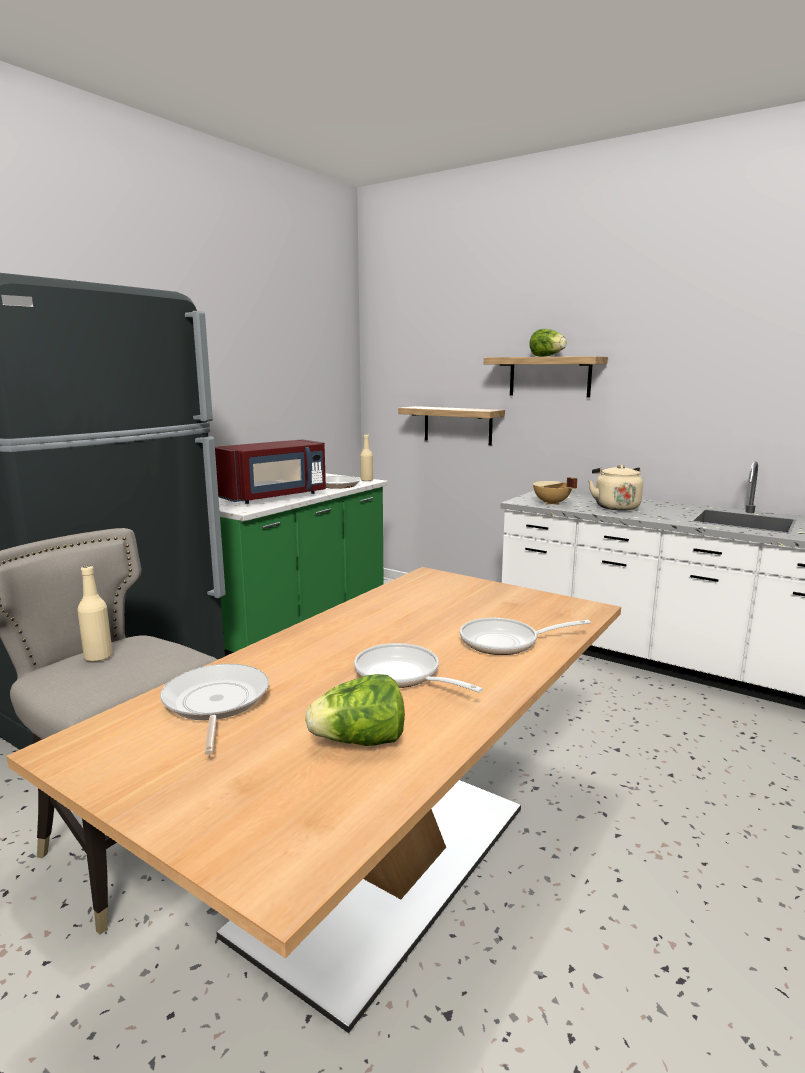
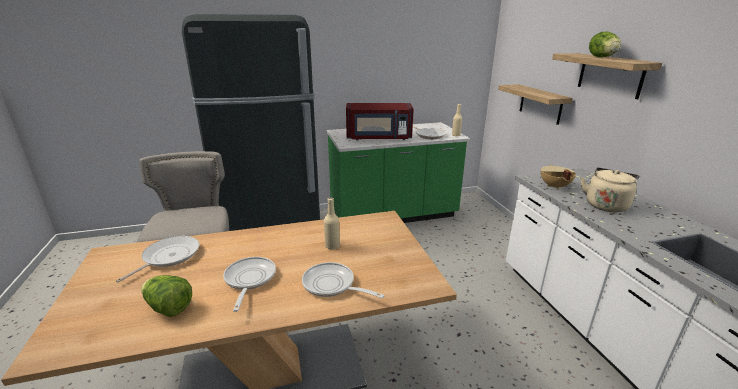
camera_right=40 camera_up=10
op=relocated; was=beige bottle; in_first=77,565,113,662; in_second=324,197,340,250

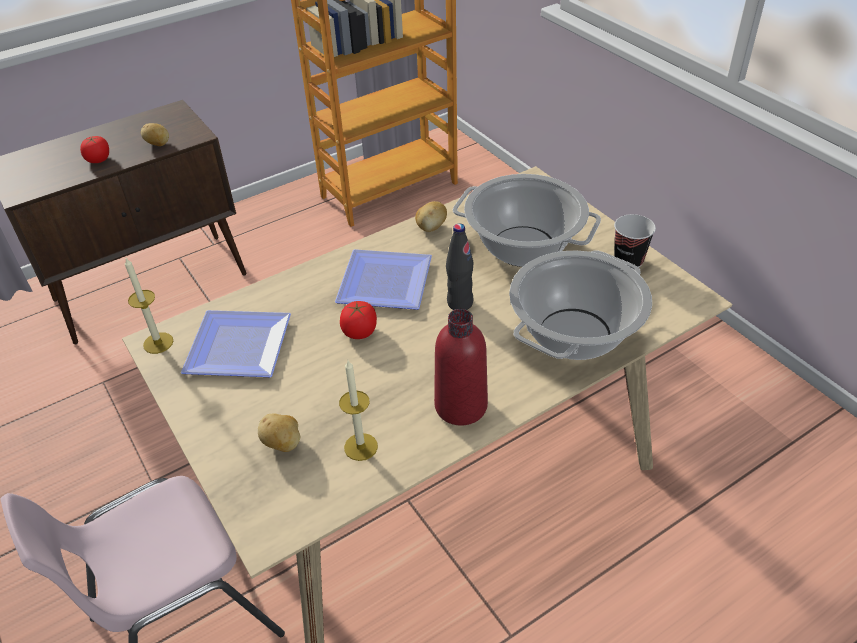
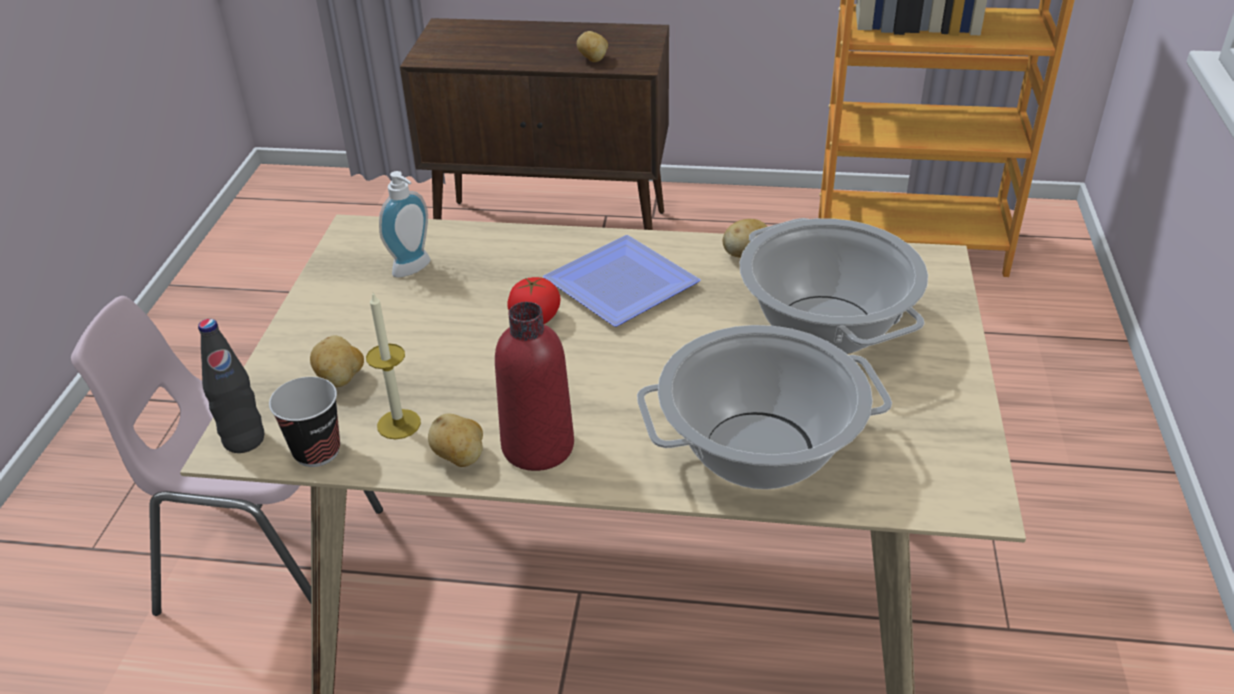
camera_right=40 camera_up=-5
op=missing; was=tomato; in_first=80,136,109,163
op=missing; was=candle; in_first=125,258,173,354
op=exchanged; was=plate; now=soap dispenser; in_first=181,310,291,377; in_second=379,171,431,277
op=relocated; was=black bottle; in_first=446,223,474,310; in_second=198,319,264,453
op=relocated; was=cup; in_first=614,214,656,267; in_second=269,377,340,467
op=appeared; now=potato; in_second=428,413,483,467

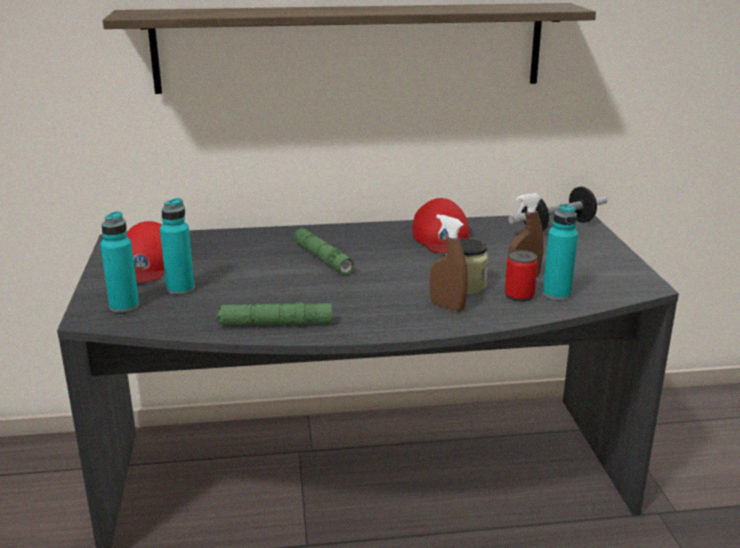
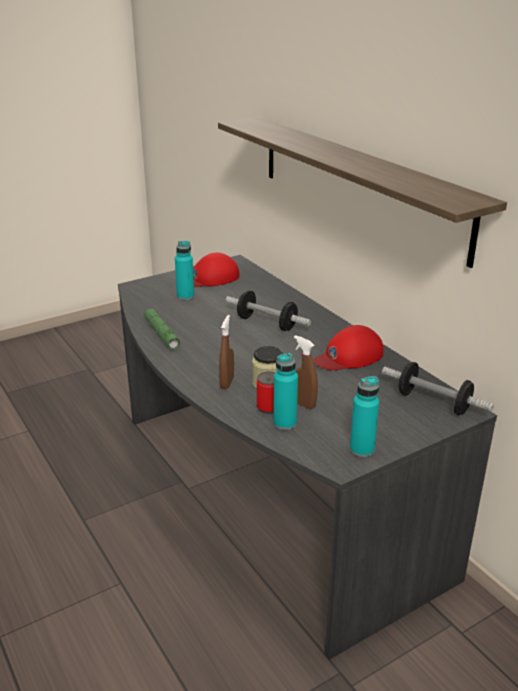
camera_right=65 camera_up=5
op=relocated; was=turquoise bottle; in_first=100,211,139,313; in_second=350,376,379,457
op=exchanged; was=green flashlight; now=dumbbell; in_first=292,228,354,275; in_second=226,290,311,331

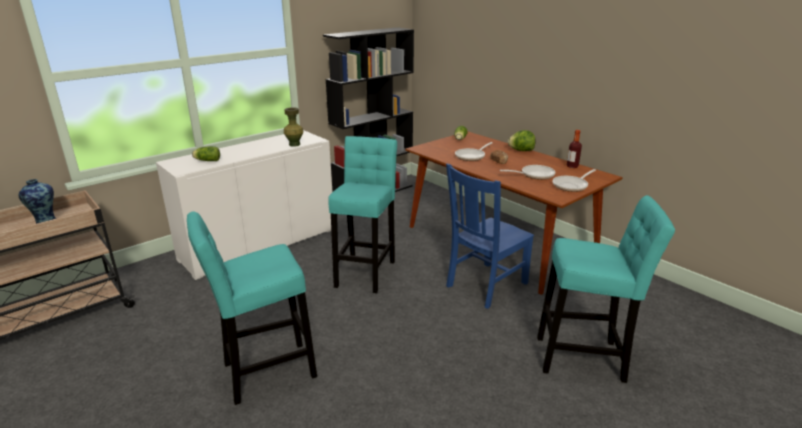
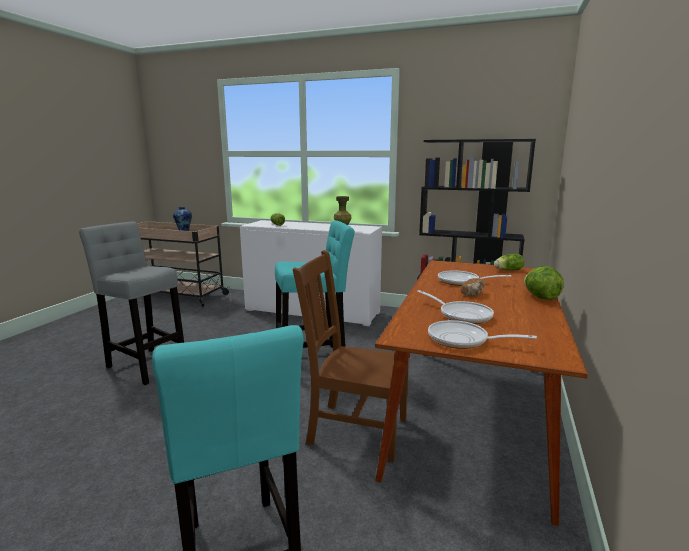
camera_right=60 camera_up=-10
op=colour; was=turquoise stool; now=grey stool; in_first=187,211,317,405; in_second=79,221,184,385
op=colour; was=blue chair; now=brown chair; in_first=446,164,534,309; in_second=293,250,409,463
op=missing; was=bottle; in_first=567,130,582,168

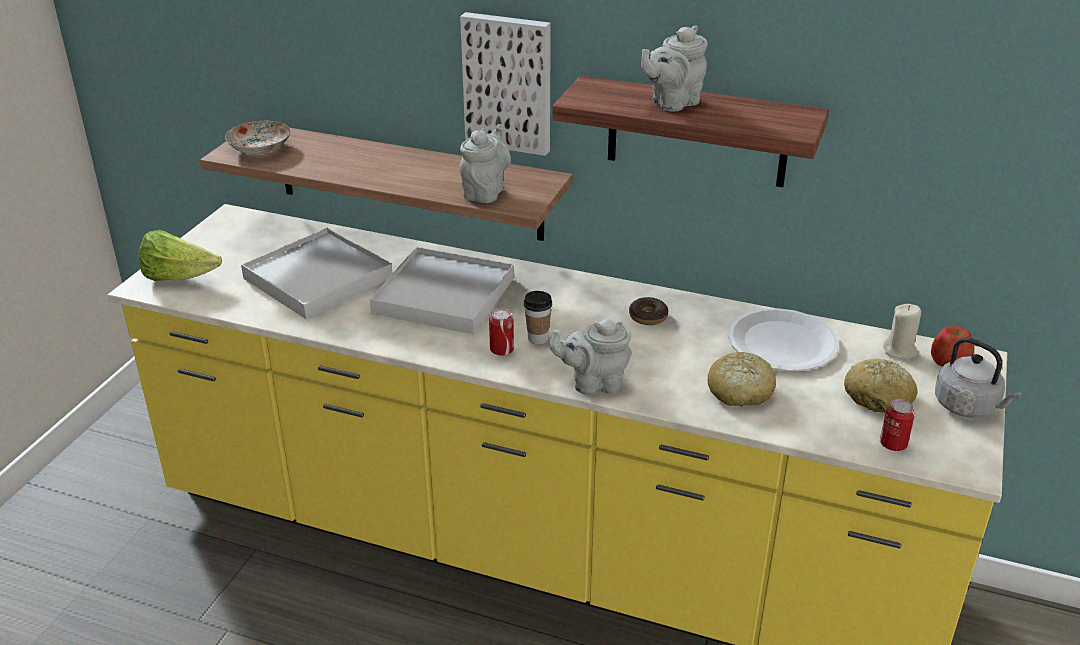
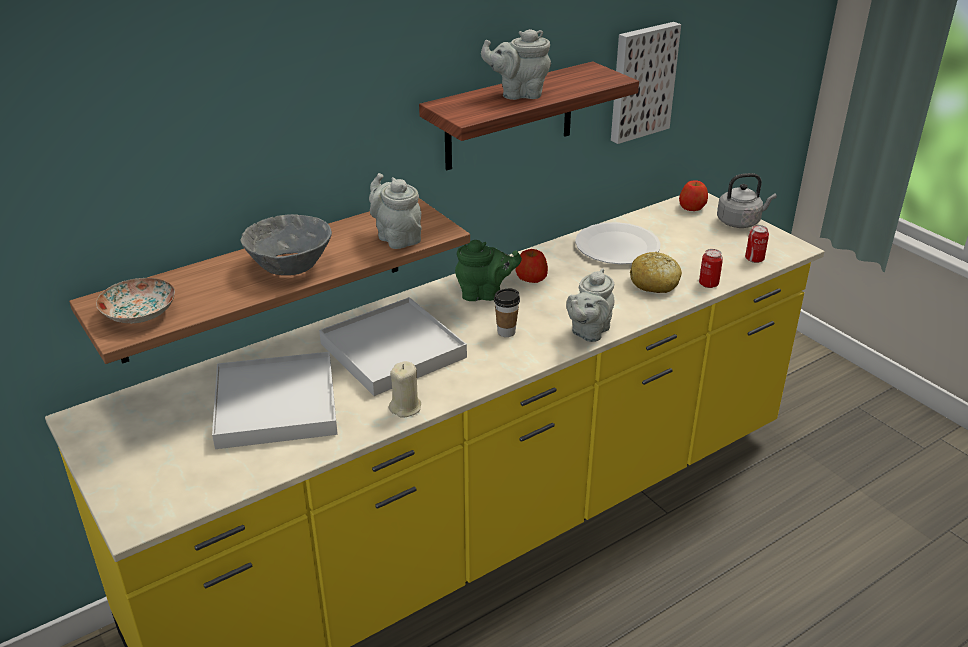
camera_right=-55 camera_up=0
op=missing; was=lettuce; in_first=139,230,222,281
op=relocated; was=picture; in_first=460,12,551,156; in_second=611,22,681,144
op=relocated; was=can; in_first=489,308,514,356; in_second=699,249,723,288
op=exchanged; was=donut; now=apple; in_first=629,297,668,325; in_second=515,249,548,283
op=spun; was=grey teapot; in_first=641,25,708,112; in_second=481,29,551,100; clockwise=90
op=missing; was=bread; in_first=844,358,917,413
op=relocated; was=beige candle; in_first=883,304,921,359; in_second=389,361,421,418
op=appeared; now=grey bowl; in_second=240,214,332,275
op=appeared; now=green teapot; in_second=455,240,522,301

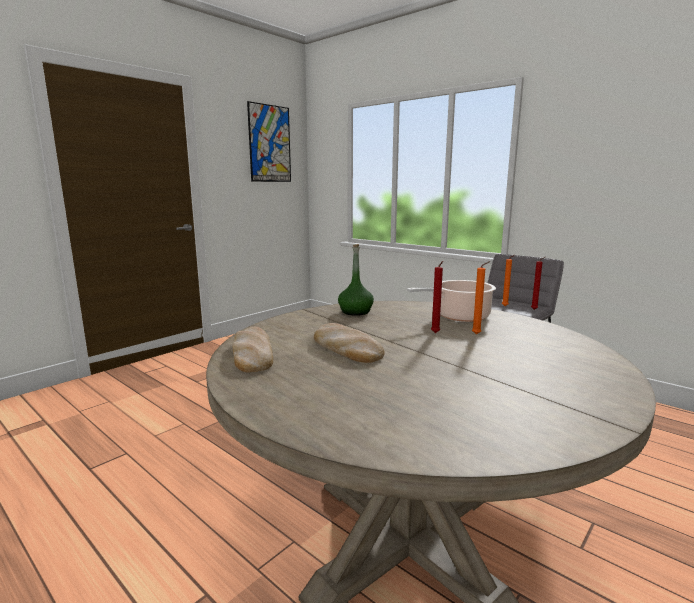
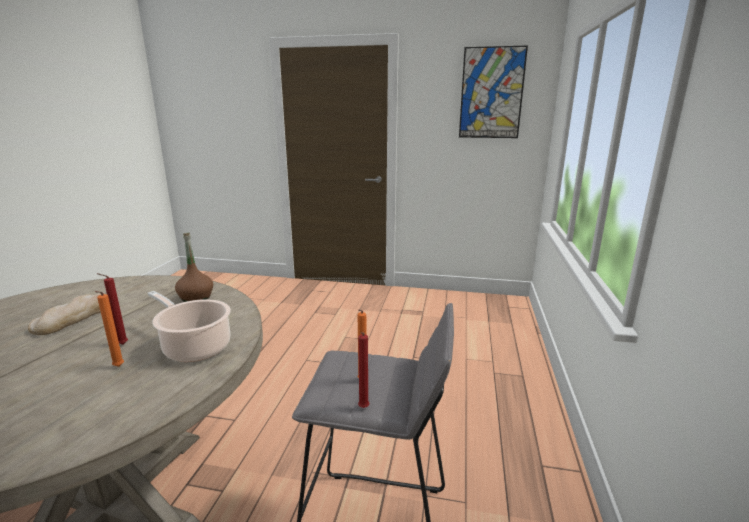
camera_right=60 camera_up=5
op=missing; was=bread; in_first=232,326,273,373
op=colour; was=green bottle; now=brown bottle; in_first=338,244,374,316; in_second=175,233,213,302

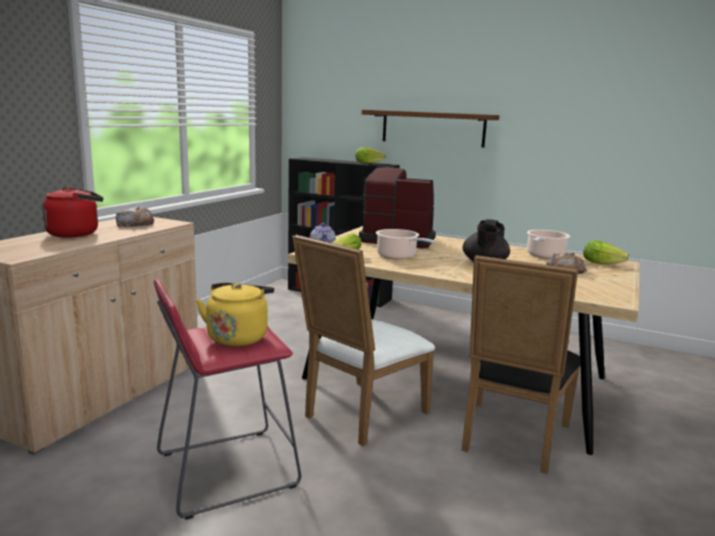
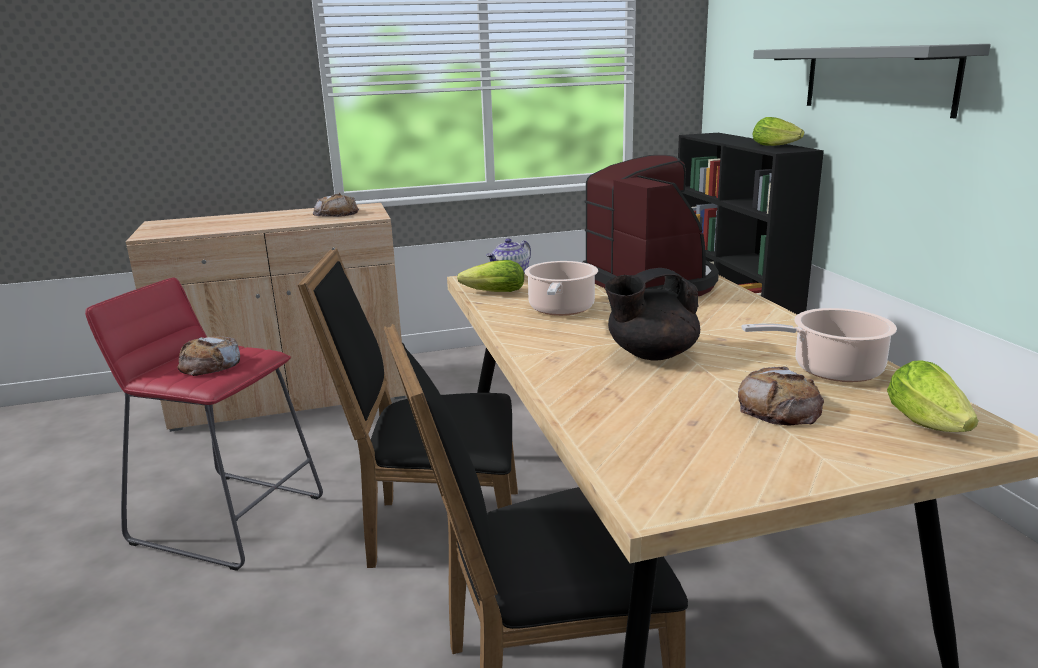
camera_right=50 camera_up=5
op=missing; was=red kettle; in_first=42,187,103,237
op=exchanged; was=yellow kettle; now=bread; in_first=196,282,274,347; in_second=178,336,240,376
op=colour; was=white chair; now=black chair; in_first=292,234,435,446; in_second=298,248,518,568
op=colour; was=brown shelf; now=grey shelf; in_first=362,110,499,148; in_second=753,44,991,119

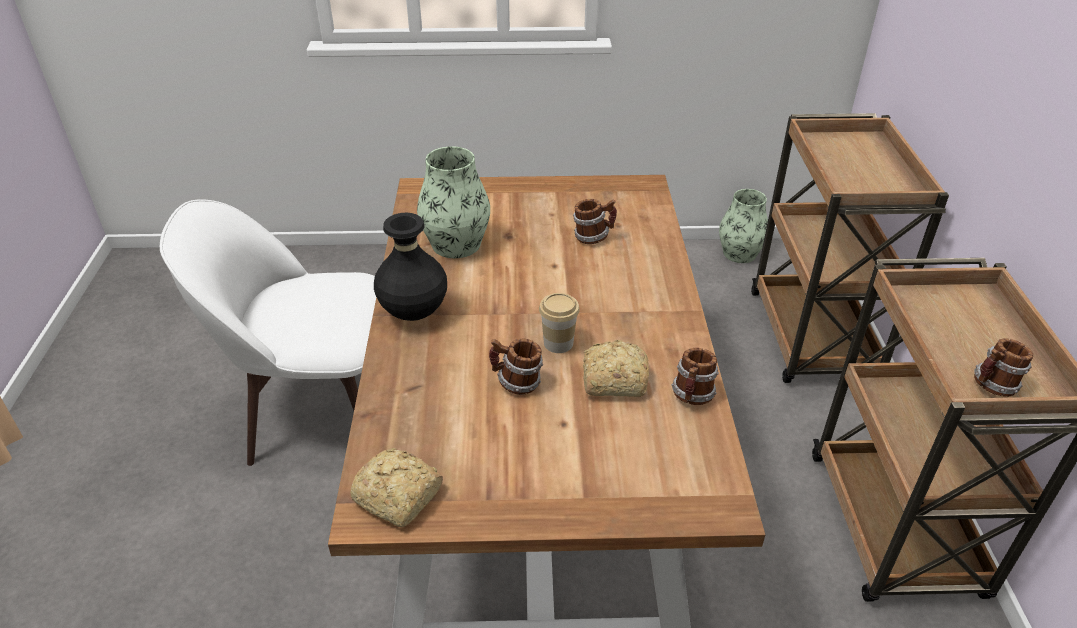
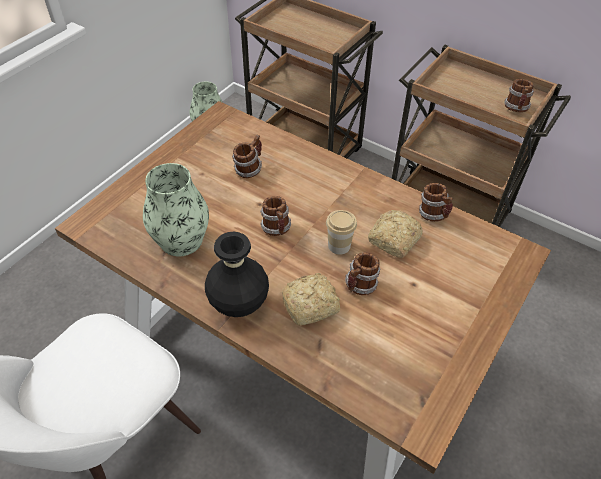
camera_right=-55 camera_up=10
op=relocated; was=bread; in_first=350,448,443,528; in_second=281,273,340,326
op=appeared; now=mug; in_second=260,196,291,236

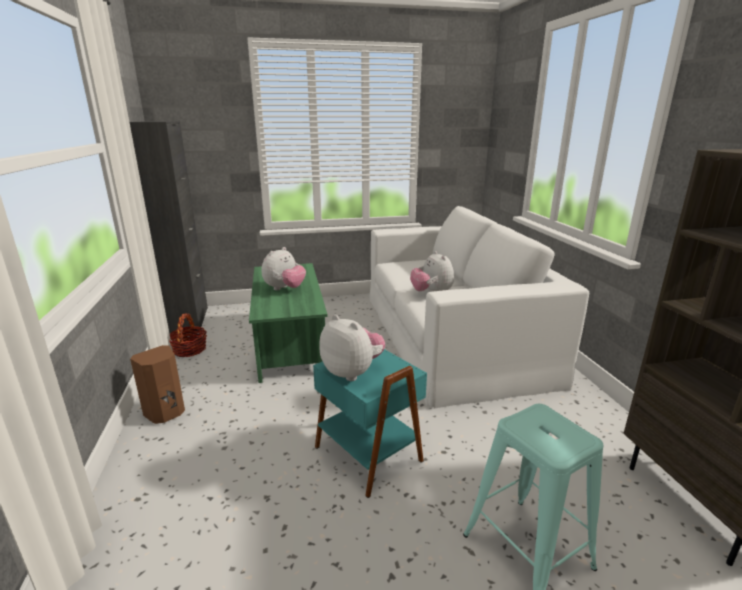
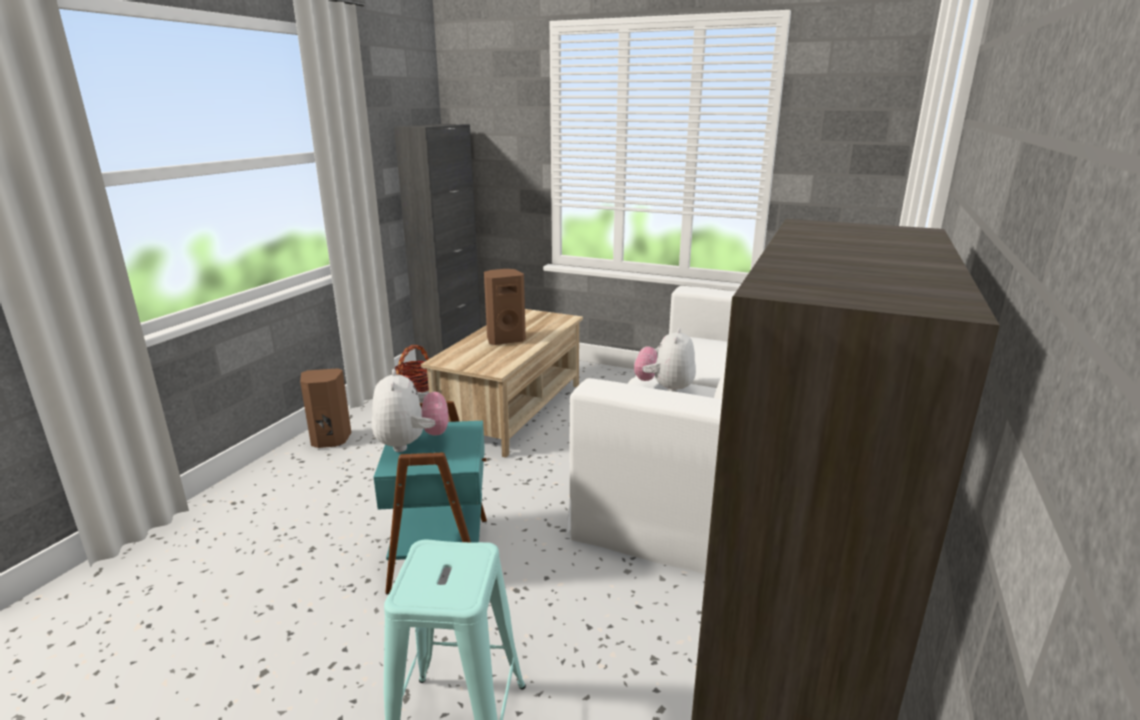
camera_right=35 camera_up=0
op=colour; was=green coffee table; now=beige coffee table; in_first=249,263,327,383; in_second=421,309,583,458
op=exchanged; was=plush toy; now=brown speaker; in_first=262,247,306,290; in_second=484,269,526,345

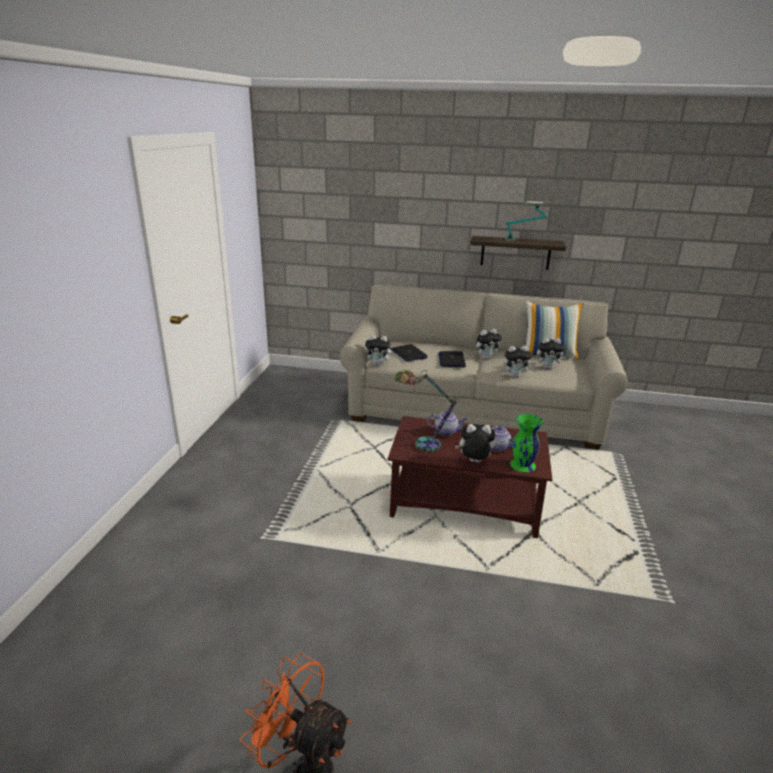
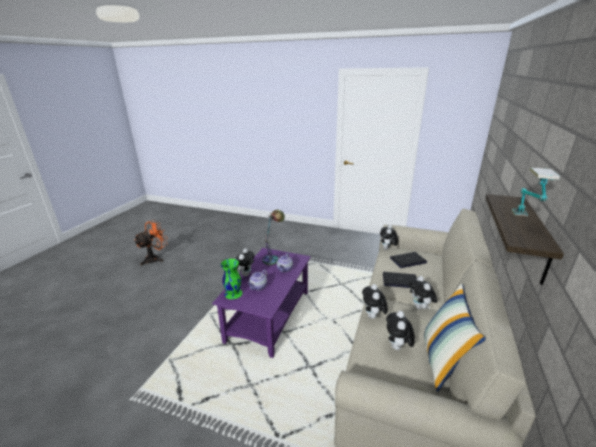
camera_right=100 camera_up=0
op=colour; was=brown coffee table; now=purple coffee table; in_first=387,416,552,538; in_second=212,248,311,358

